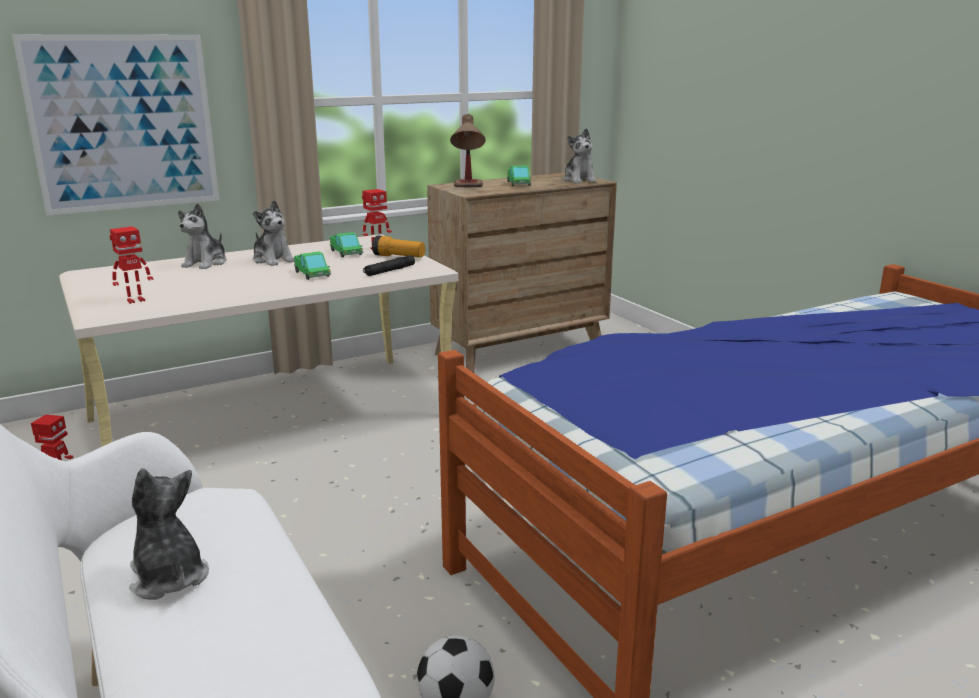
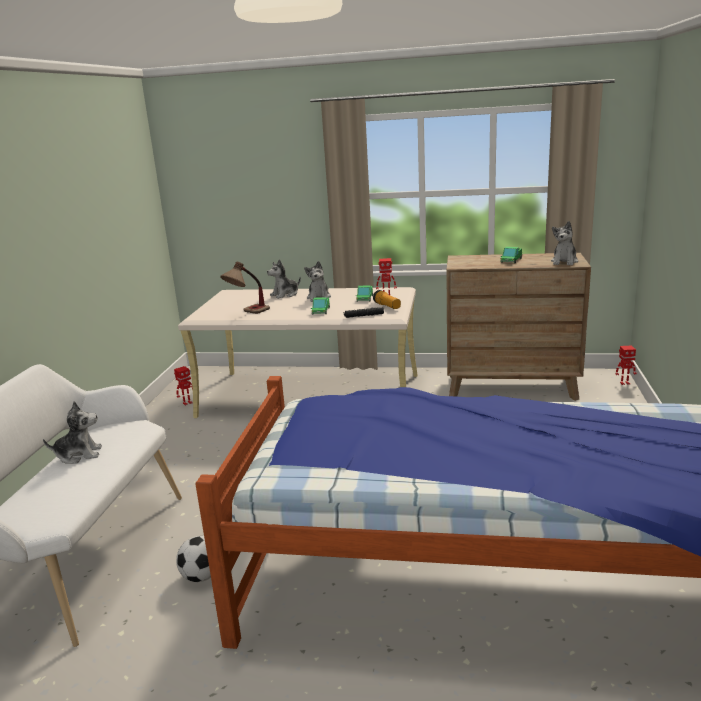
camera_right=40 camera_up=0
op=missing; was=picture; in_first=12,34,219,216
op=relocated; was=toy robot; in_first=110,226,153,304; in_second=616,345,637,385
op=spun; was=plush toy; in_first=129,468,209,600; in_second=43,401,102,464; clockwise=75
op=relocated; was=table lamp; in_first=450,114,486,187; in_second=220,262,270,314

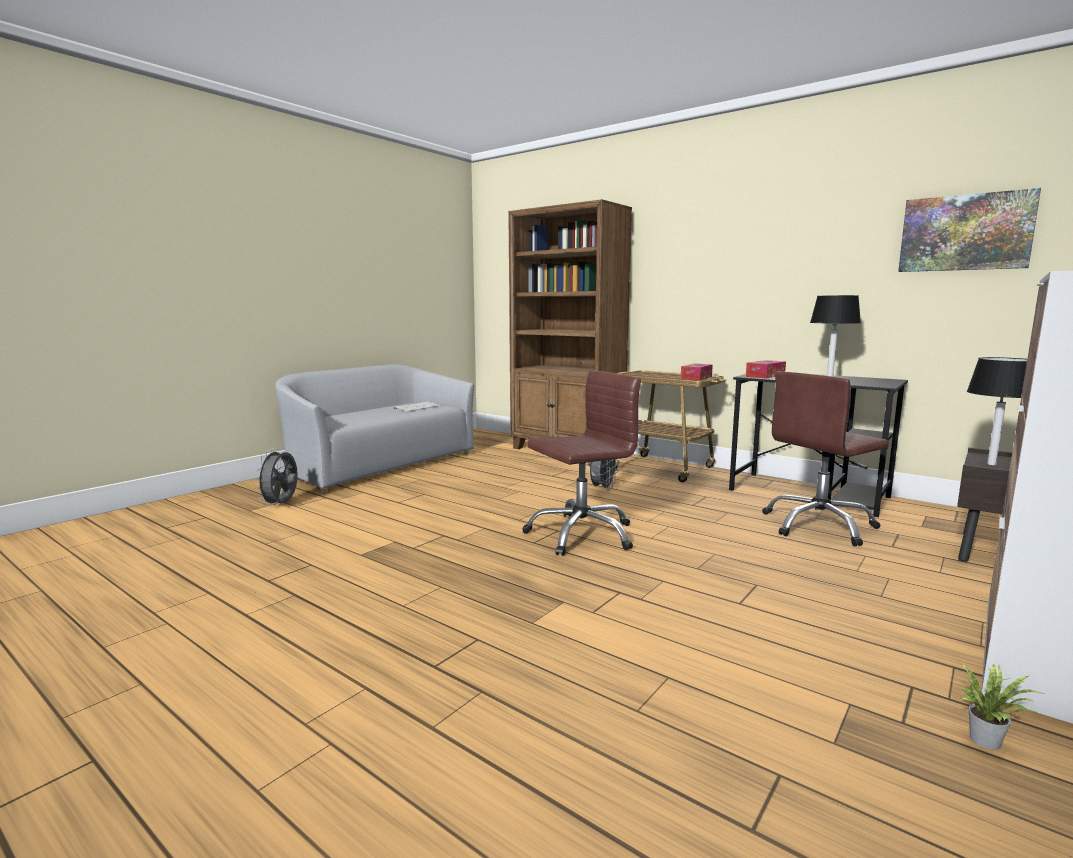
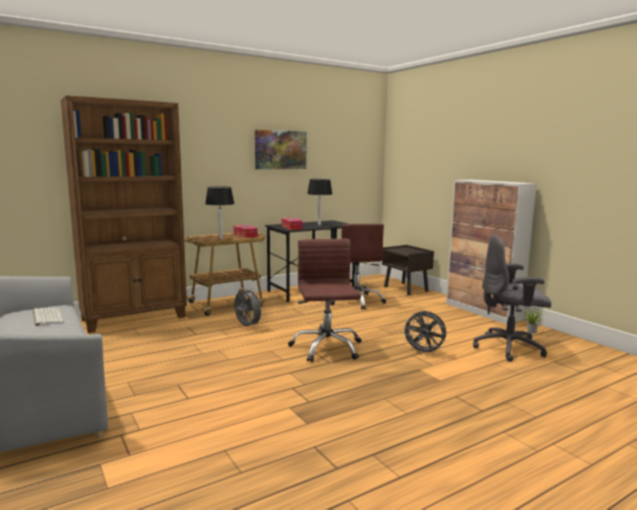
camera_right=-70 camera_up=0
op=relocated; was=grey fan; in_first=255,448,298,507; in_second=402,311,447,355
op=relocated; was=picture; in_first=898,188,1041,272; in_second=255,130,307,169
op=relocated; was=black table lamp; in_first=967,357,1027,465; in_second=205,186,234,239
op=appeared; now=grey office chair; in_second=473,236,551,362

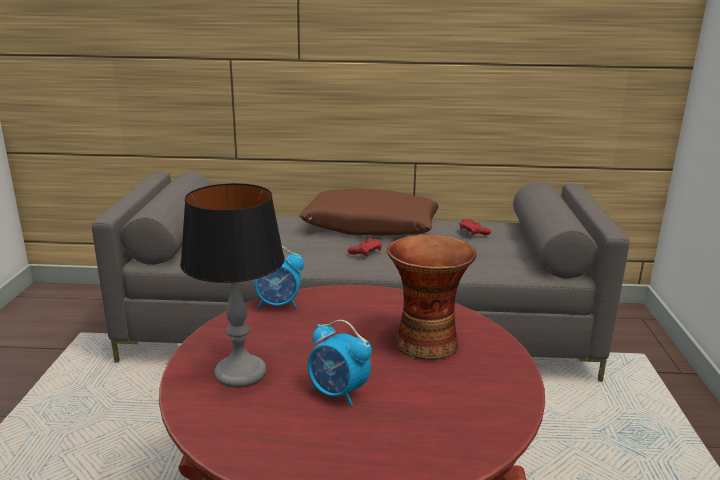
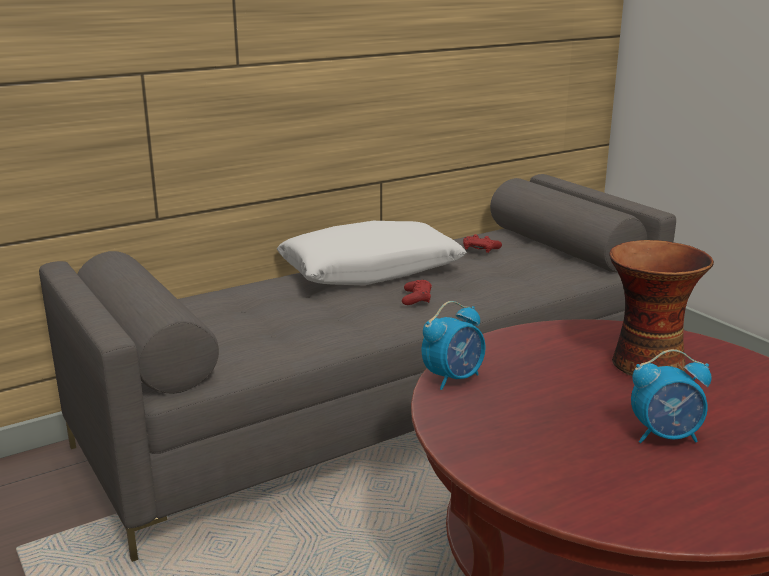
camera_right=-35 camera_up=0
op=missing; was=table lamp; in_first=180,183,285,388
op=colour; was=brown pillow; now=white pillow; in_first=299,189,439,236; in_second=277,221,467,285

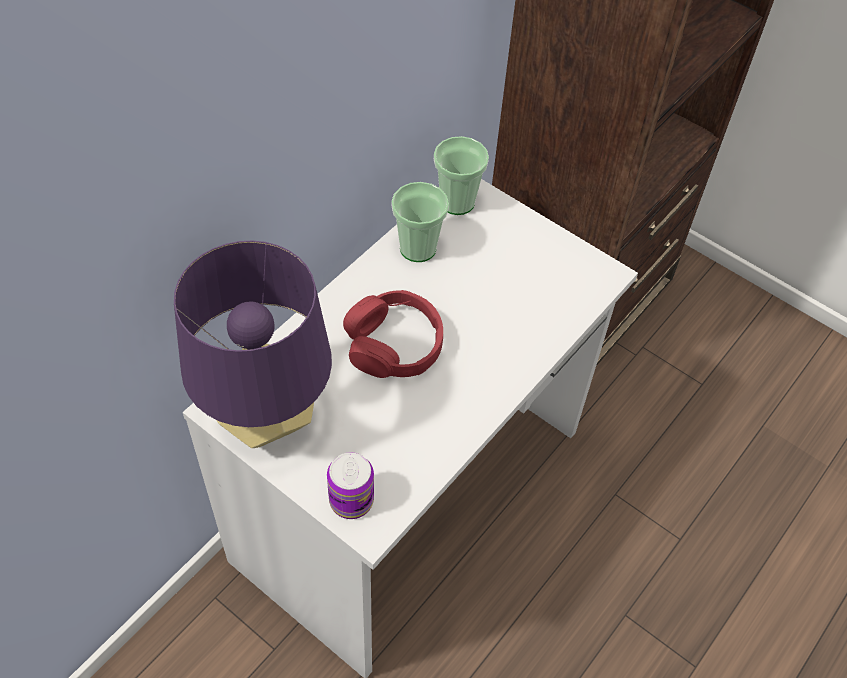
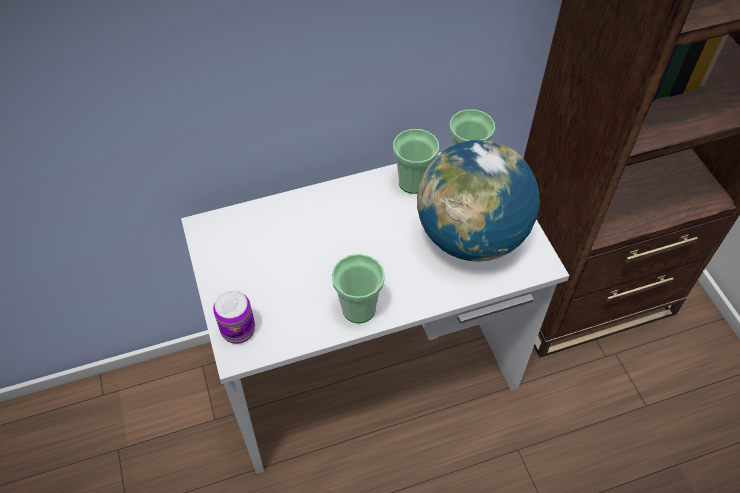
camera_right=35 camera_up=0
op=missing; was=purple table lamp; in_first=174,240,332,448
op=missing; was=red headphones; in_first=343,290,443,378
op=appeared; now=cup; in_second=332,254,385,323
op=appeared; now=globe; in_second=417,140,540,262

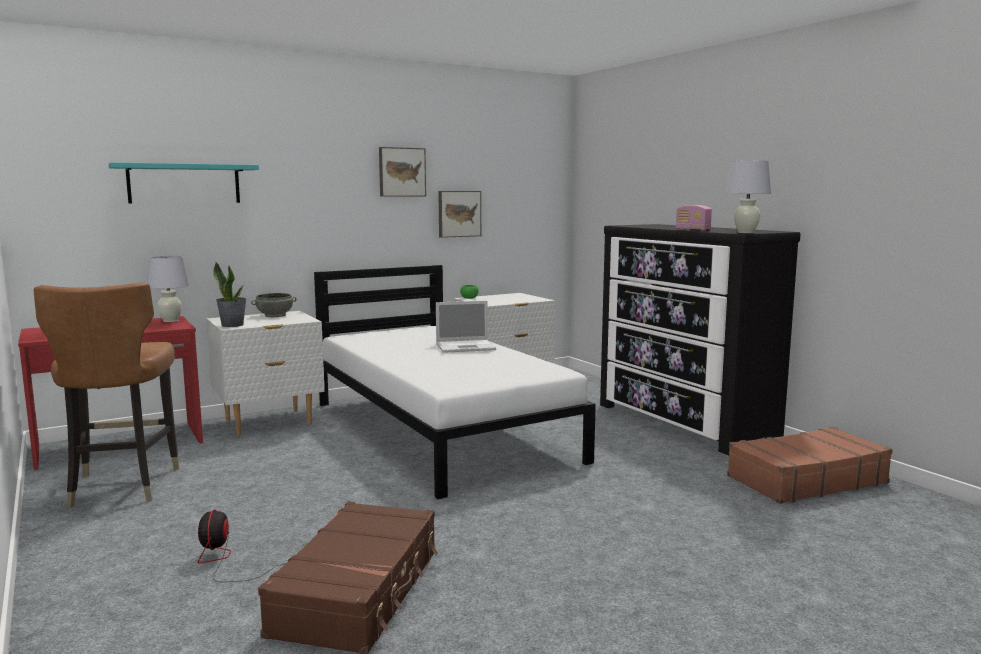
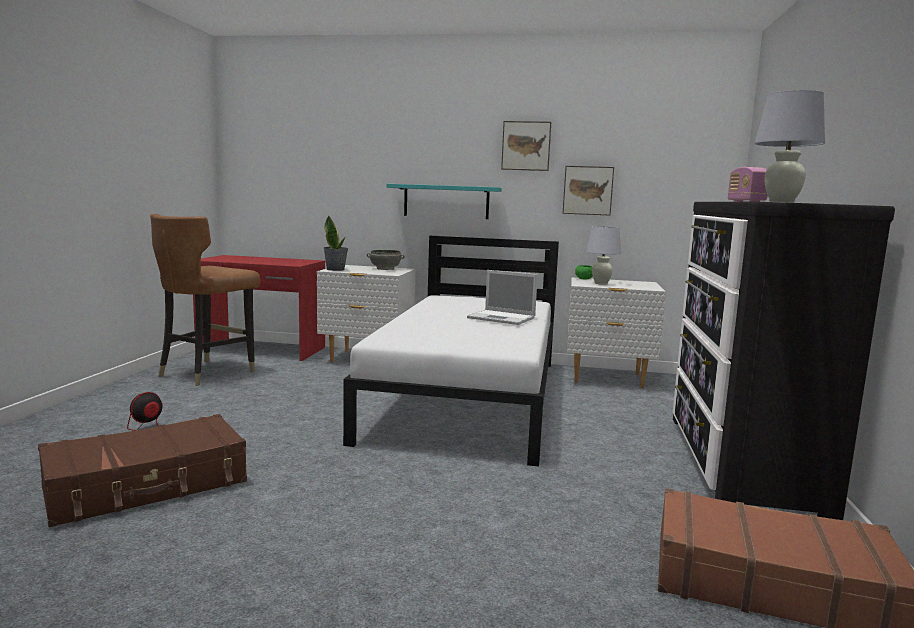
camera_right=40 camera_up=0
op=relocated; was=turquoise shelf; in_first=109,162,259,203; in_second=387,184,501,219
op=relocated; was=white table lamp; in_first=147,256,189,322; in_second=586,226,621,285

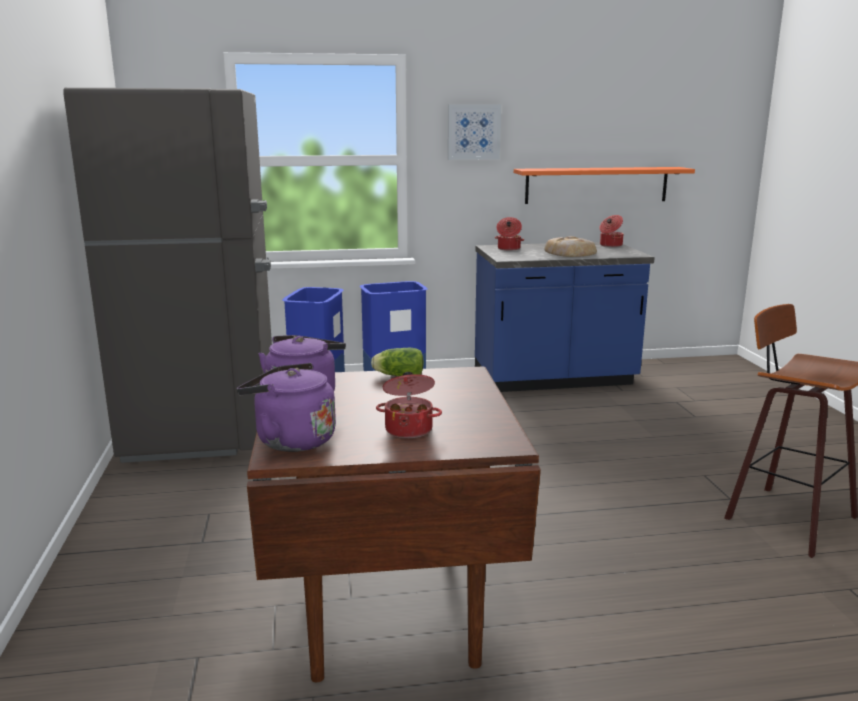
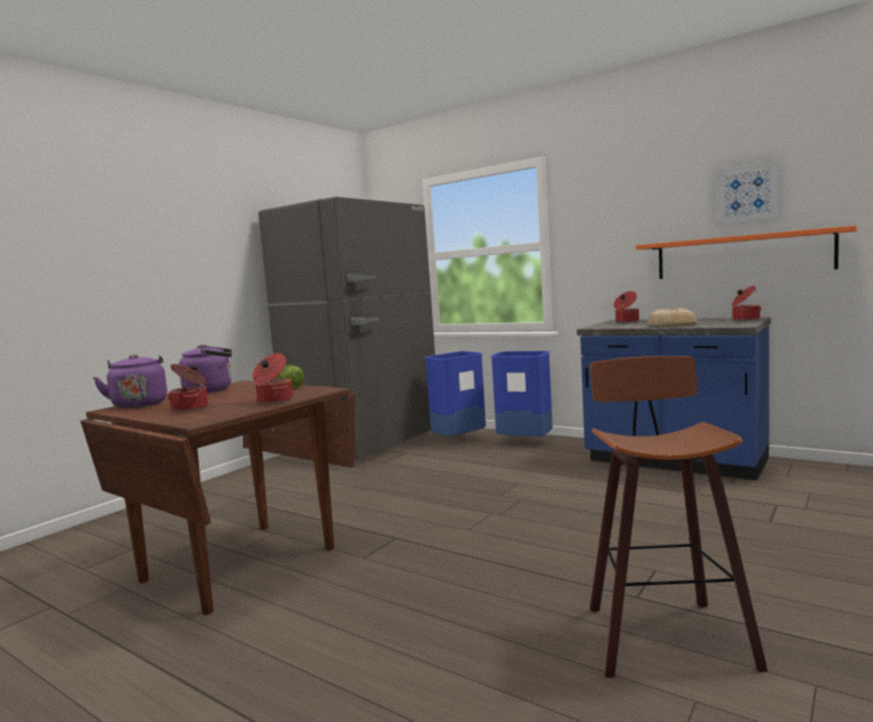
camera_right=45 camera_up=-10
op=relocated; was=picture; in_first=448,104,501,160; in_second=716,160,780,225
op=appeared; now=cooking pot; in_second=252,353,293,404

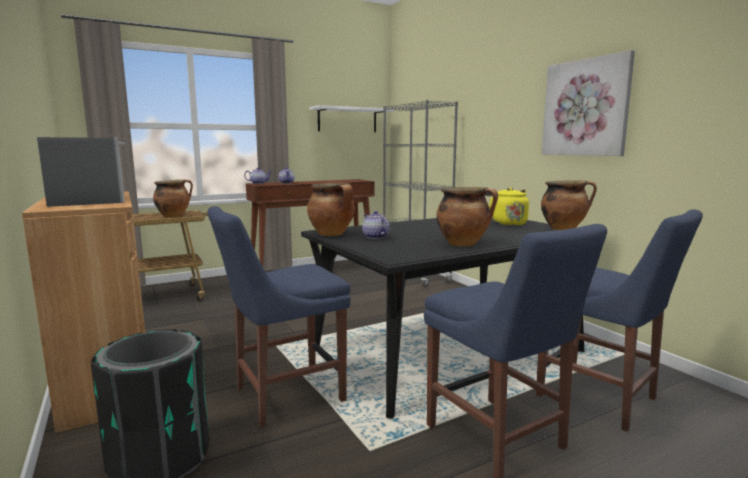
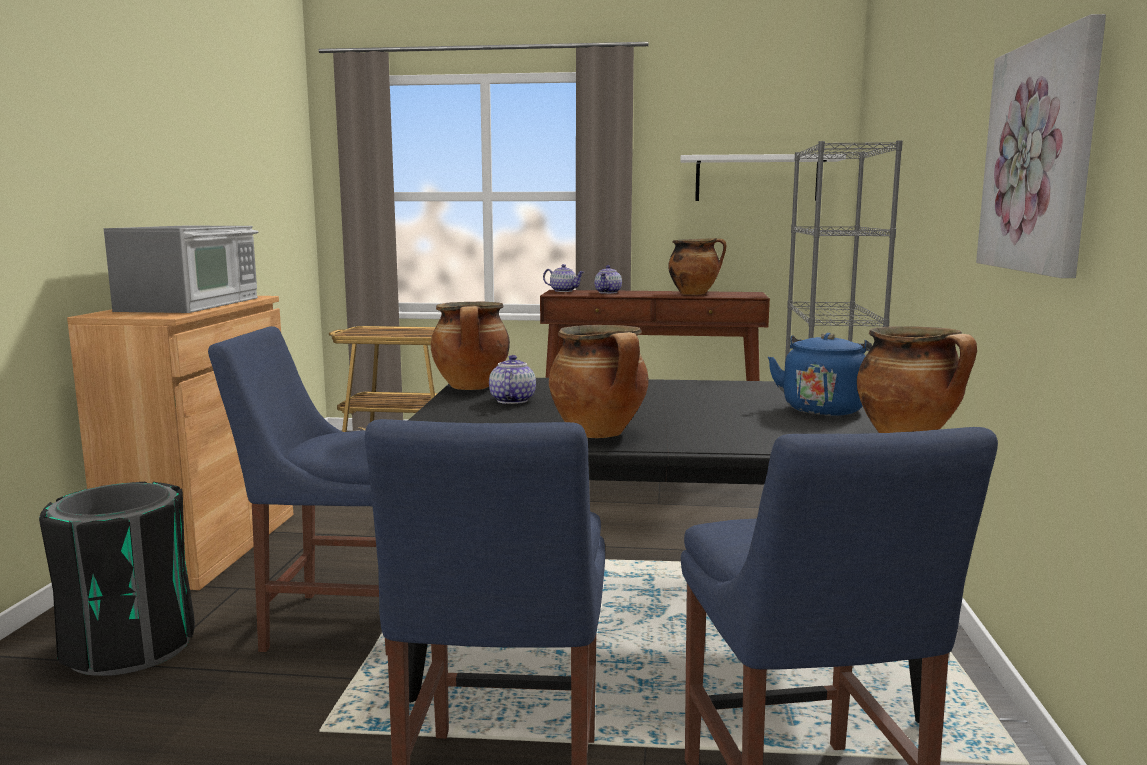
camera_right=35 camera_up=0
op=relocated; was=cooking pot; in_first=153,180,193,217; in_second=668,238,726,295
op=colour; was=yellow kettle; now=blue kettle; in_first=485,187,529,226; in_second=768,333,872,416

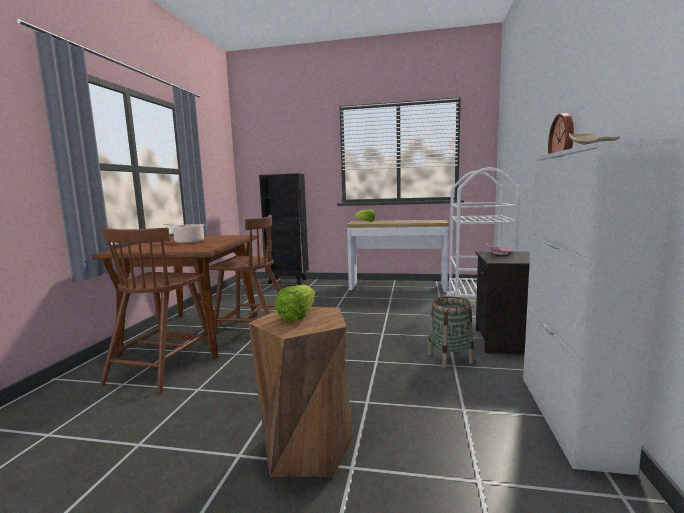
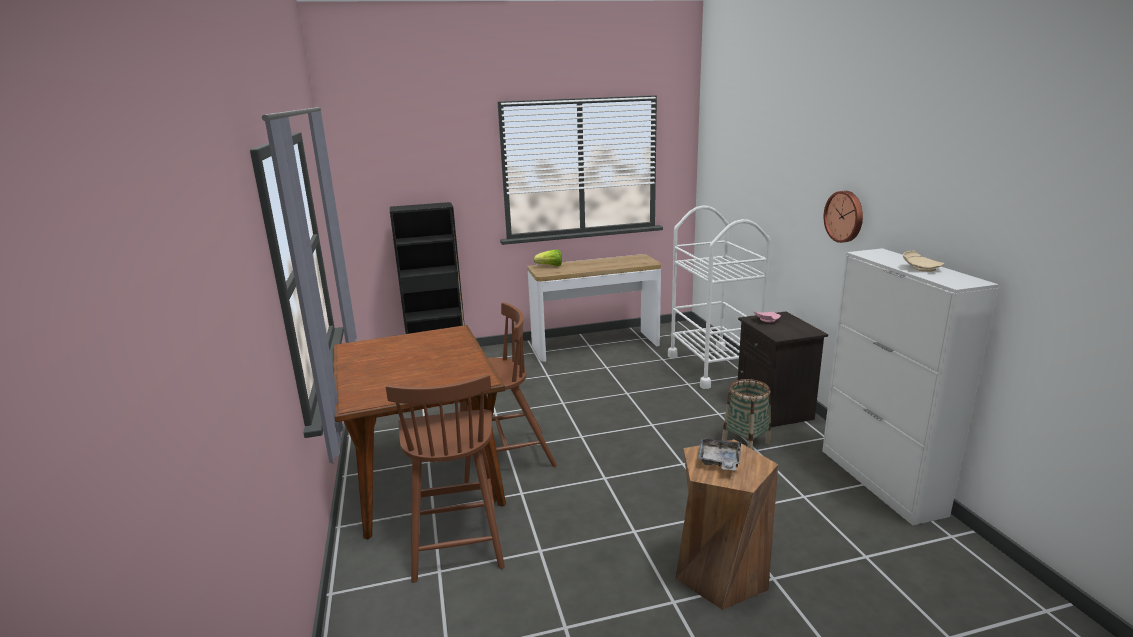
camera_right=-25 camera_up=10
op=missing; was=cooking pot; in_first=163,223,204,243
op=exchanged; was=lettuce; now=grey tray; in_first=275,285,315,322; in_second=698,438,741,470

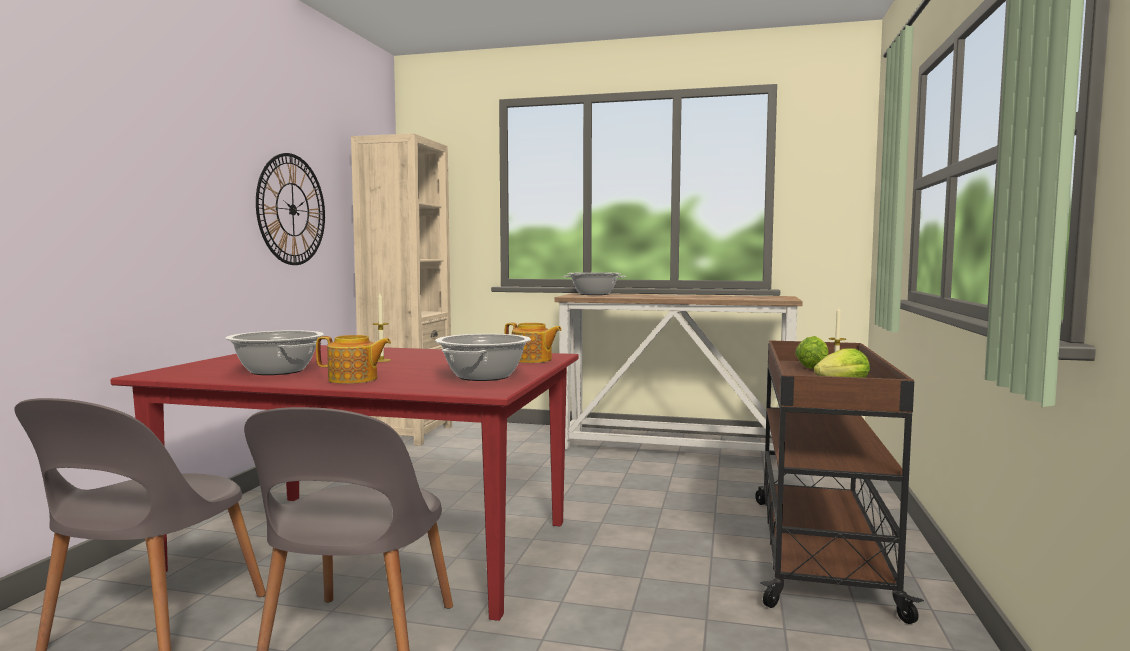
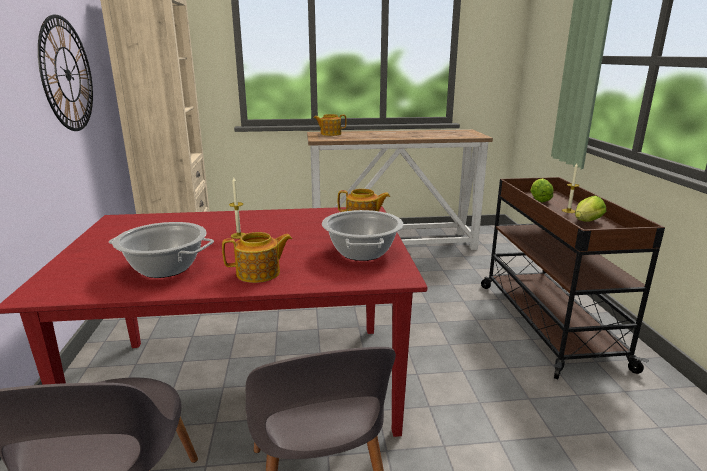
camera_right=-20 camera_up=15
op=exchanged; was=cooking pot; now=teapot; in_first=563,272,626,295; in_second=314,114,346,136

